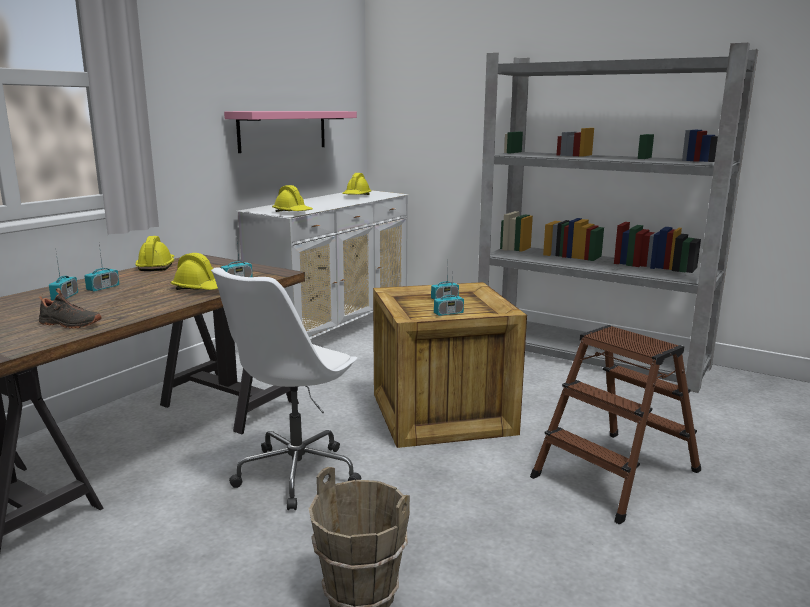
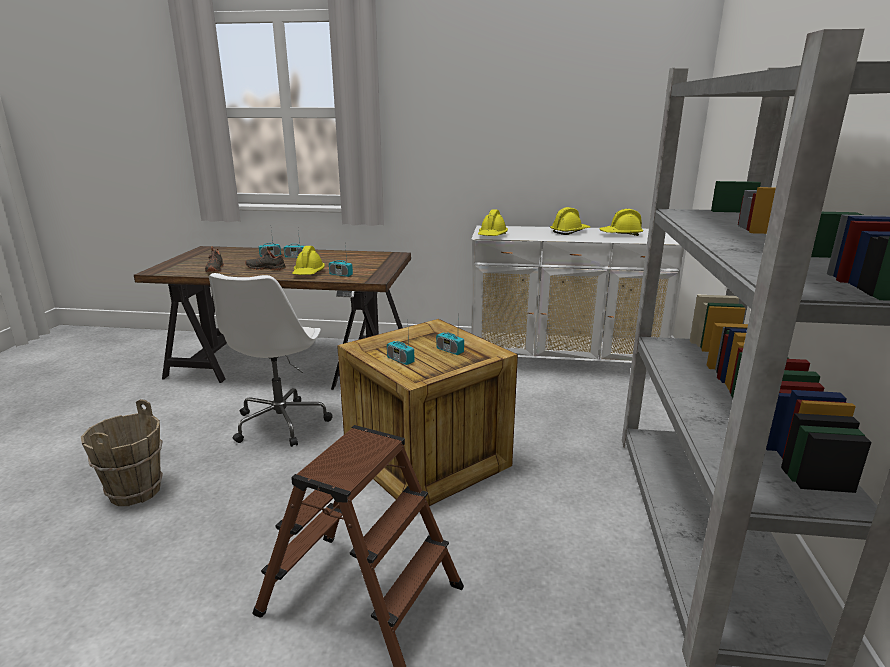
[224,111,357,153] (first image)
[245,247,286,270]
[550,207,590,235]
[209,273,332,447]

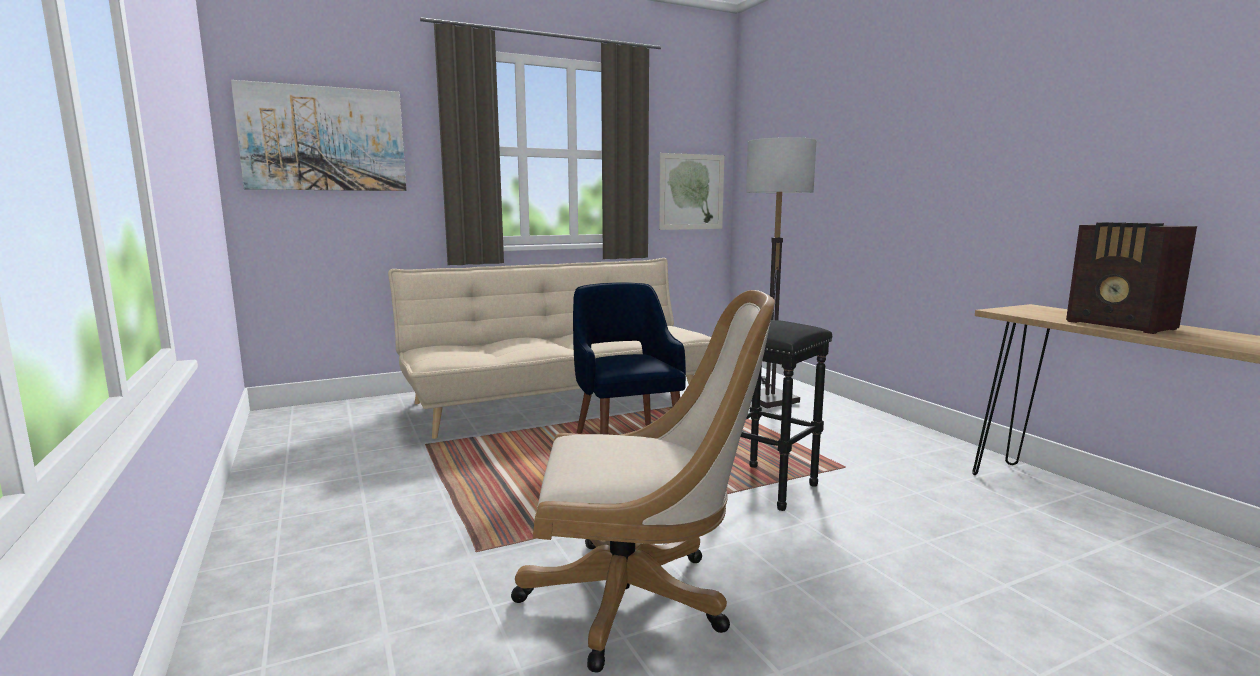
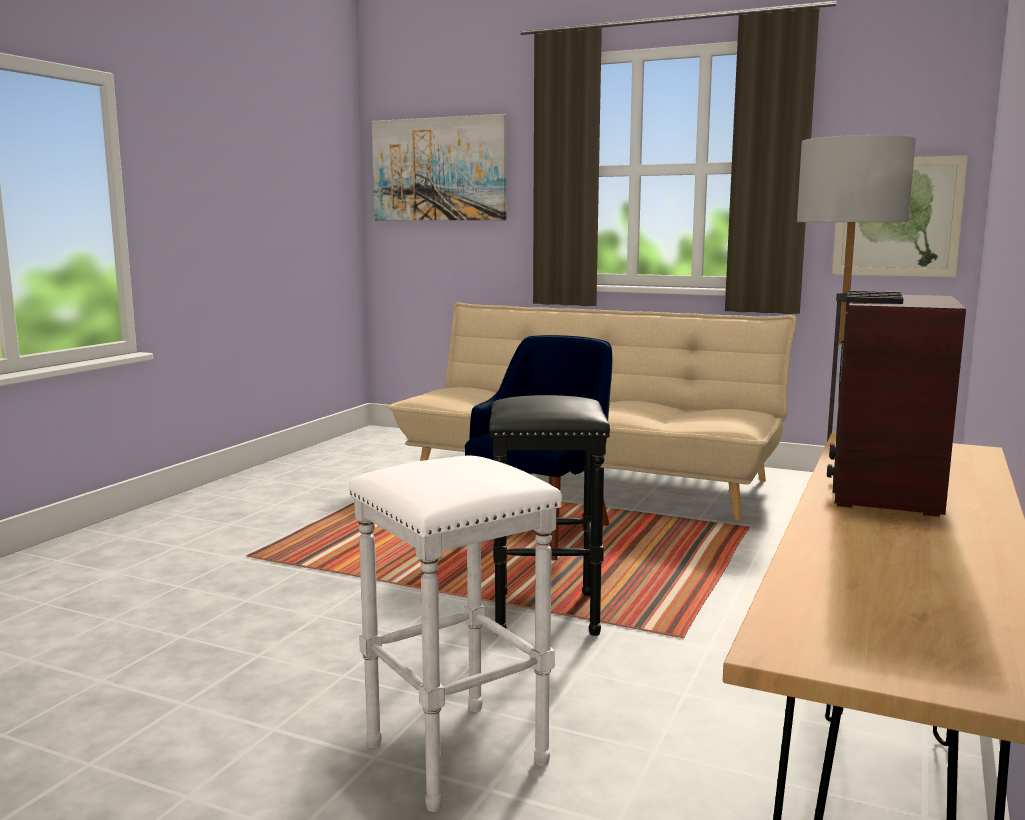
[511,290,775,673] (first image)
[348,456,562,812]

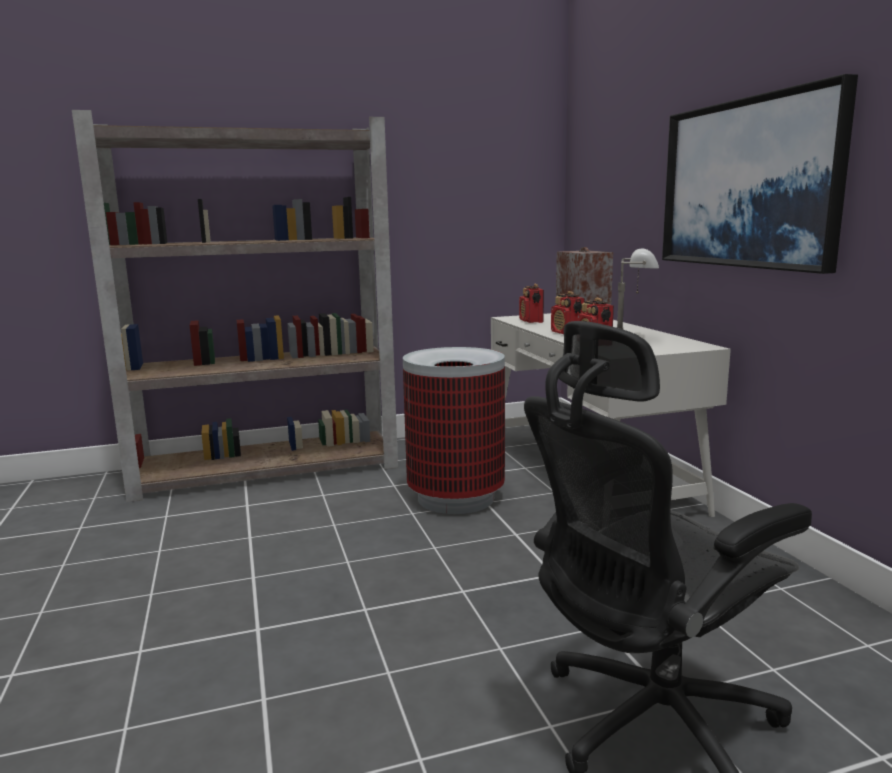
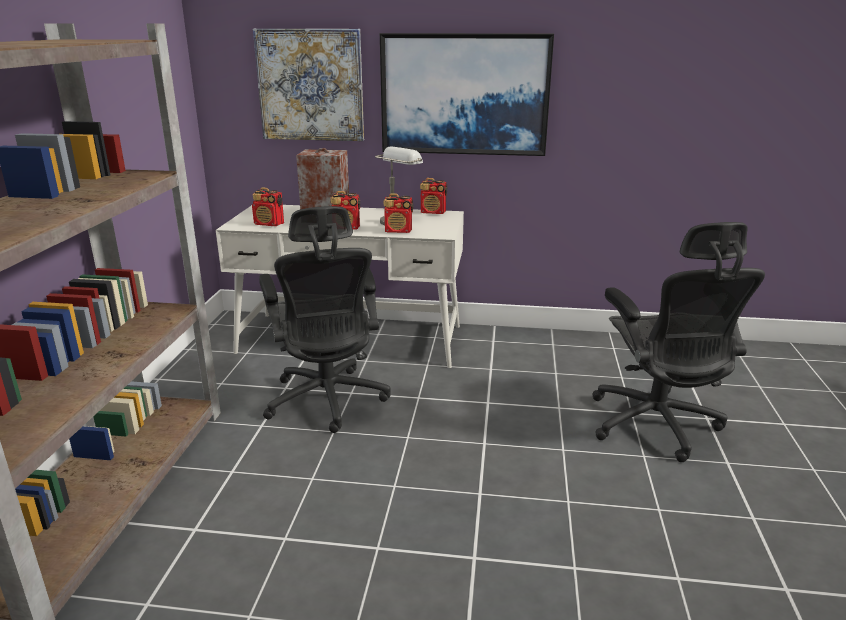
[253,29,364,141]
[420,178,447,214]
[259,206,391,433]

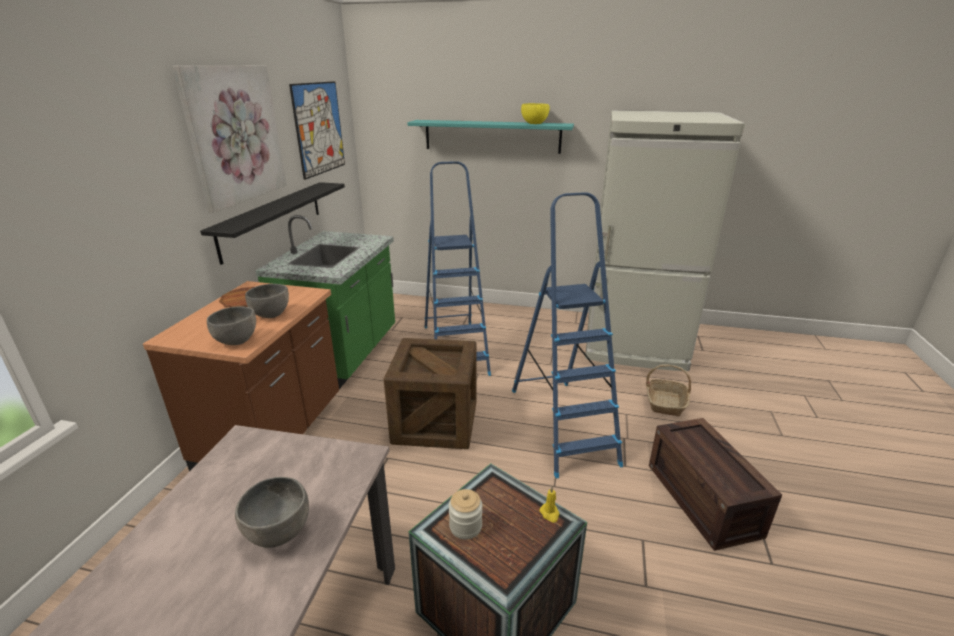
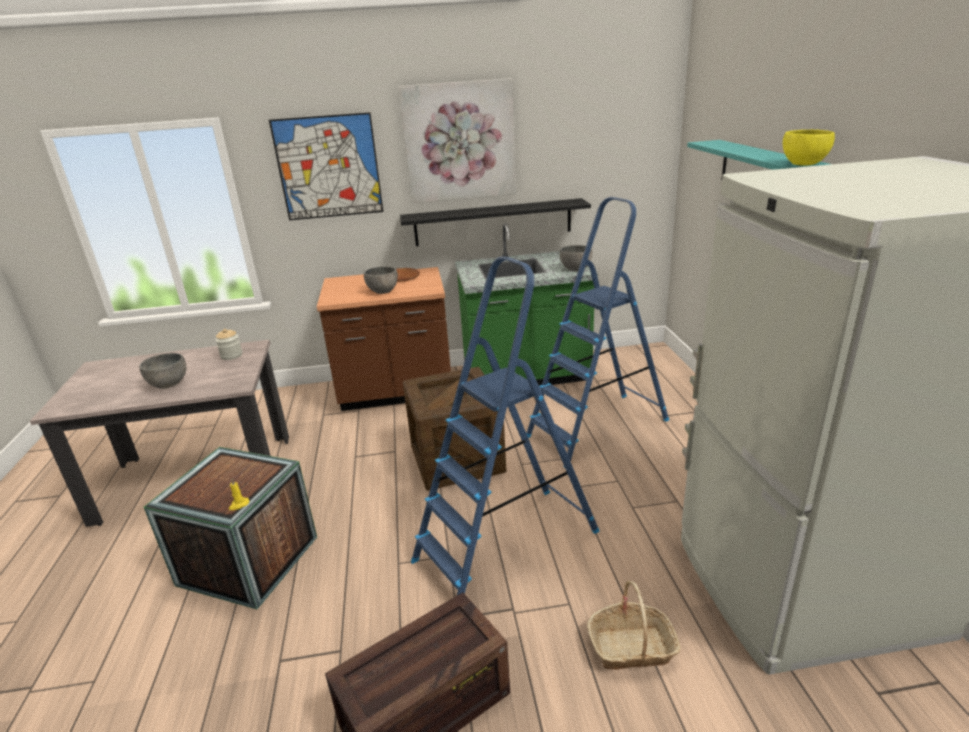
[559,245,592,271]
[269,112,384,220]
[215,329,243,360]

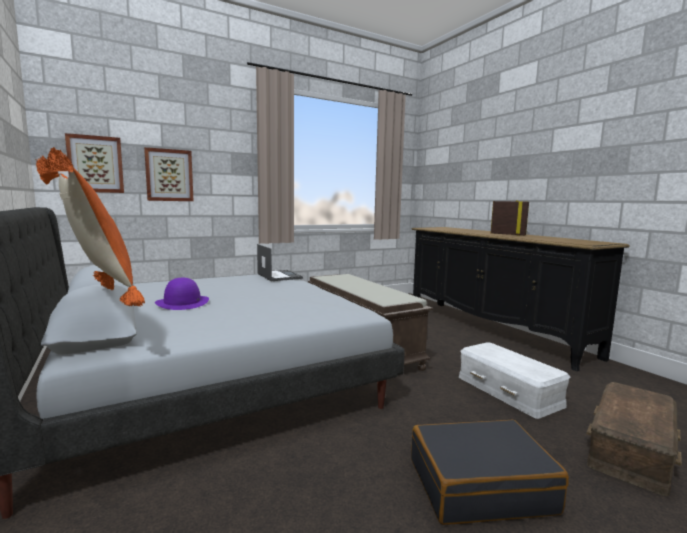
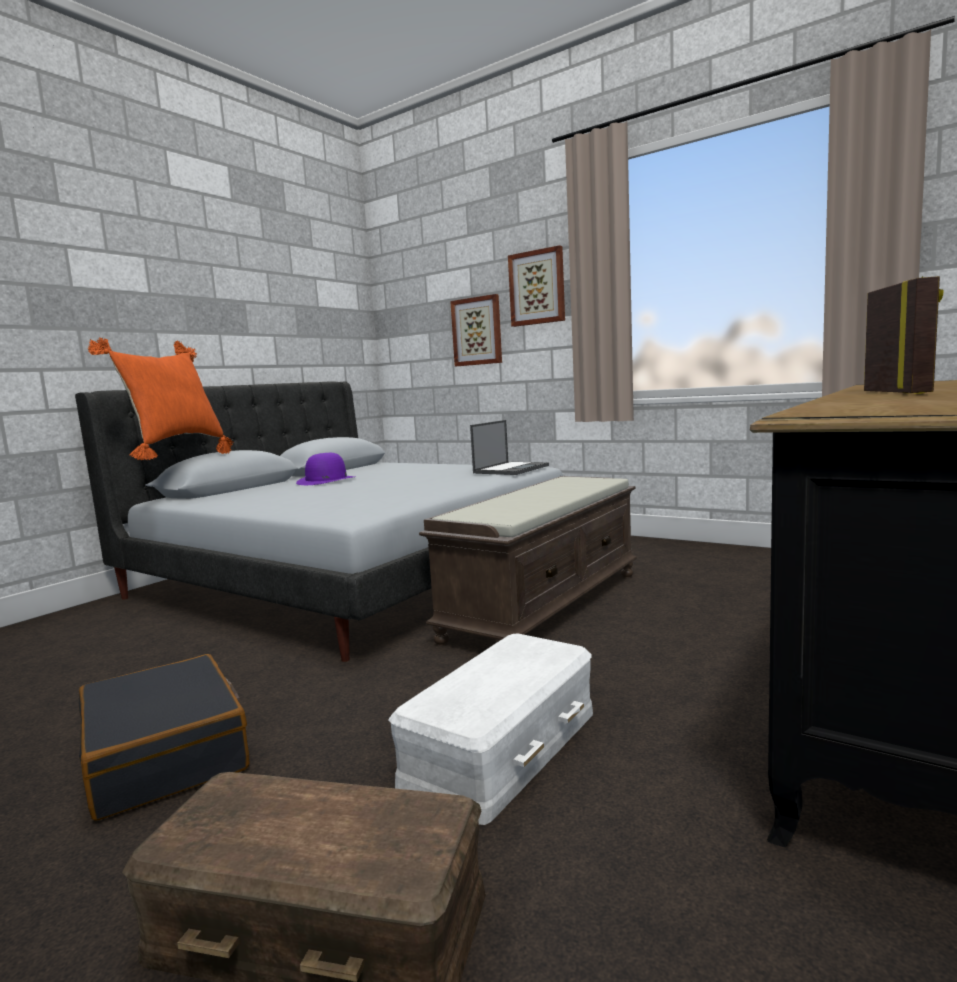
[508,245,565,327]

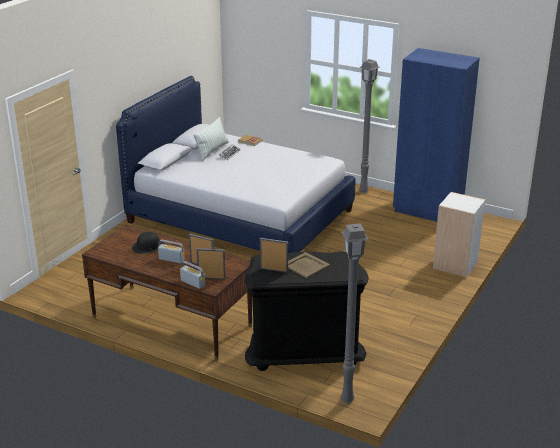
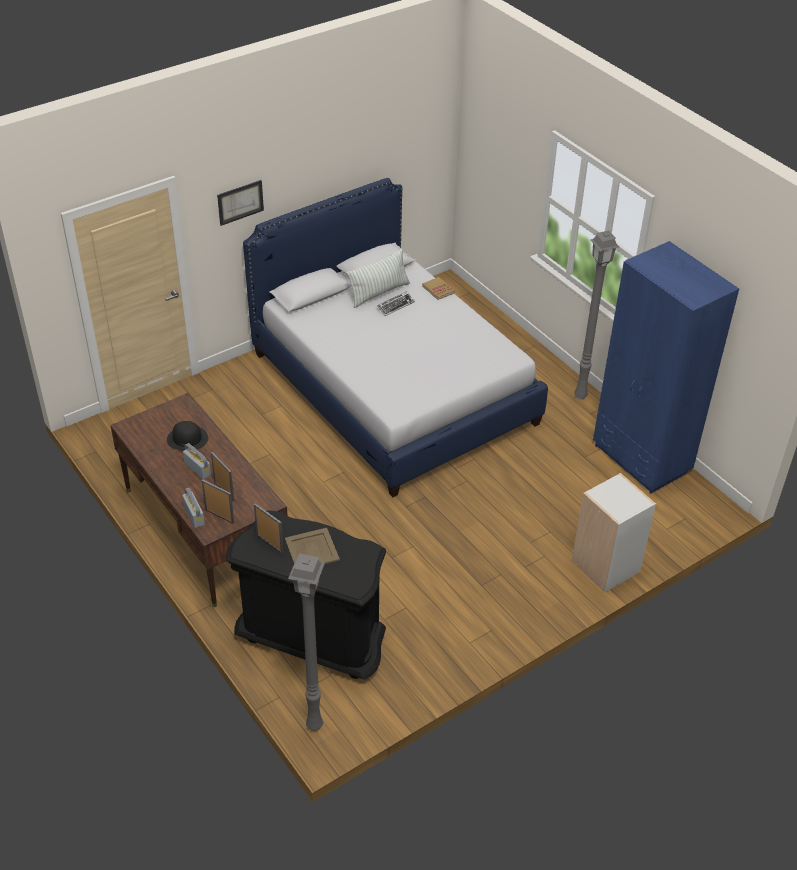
[217,180,264,226]

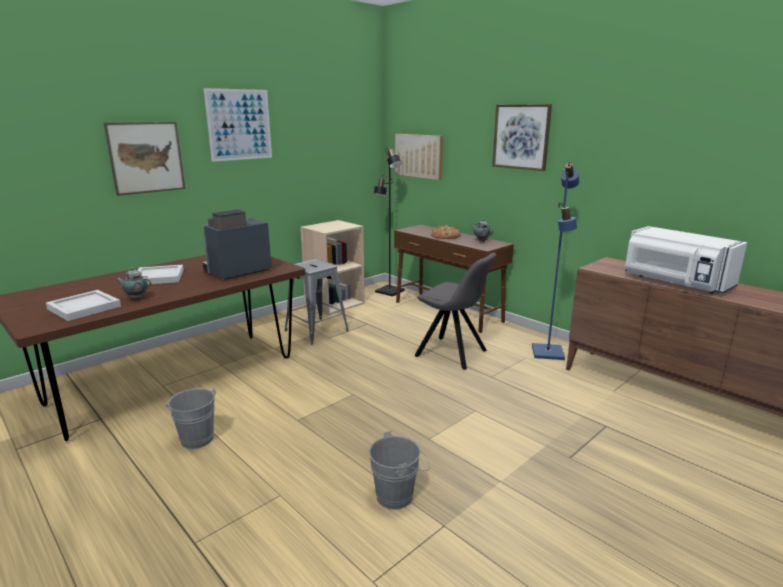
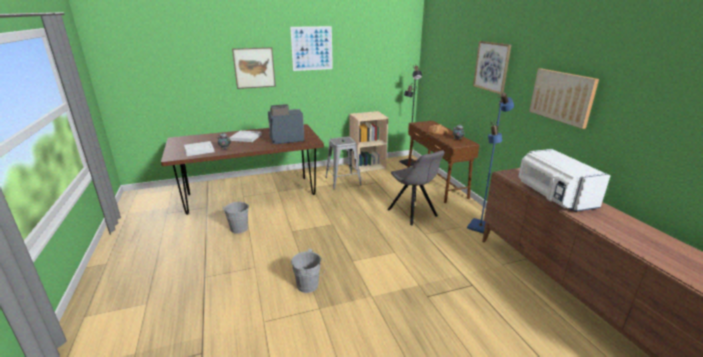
[529,68,599,129]

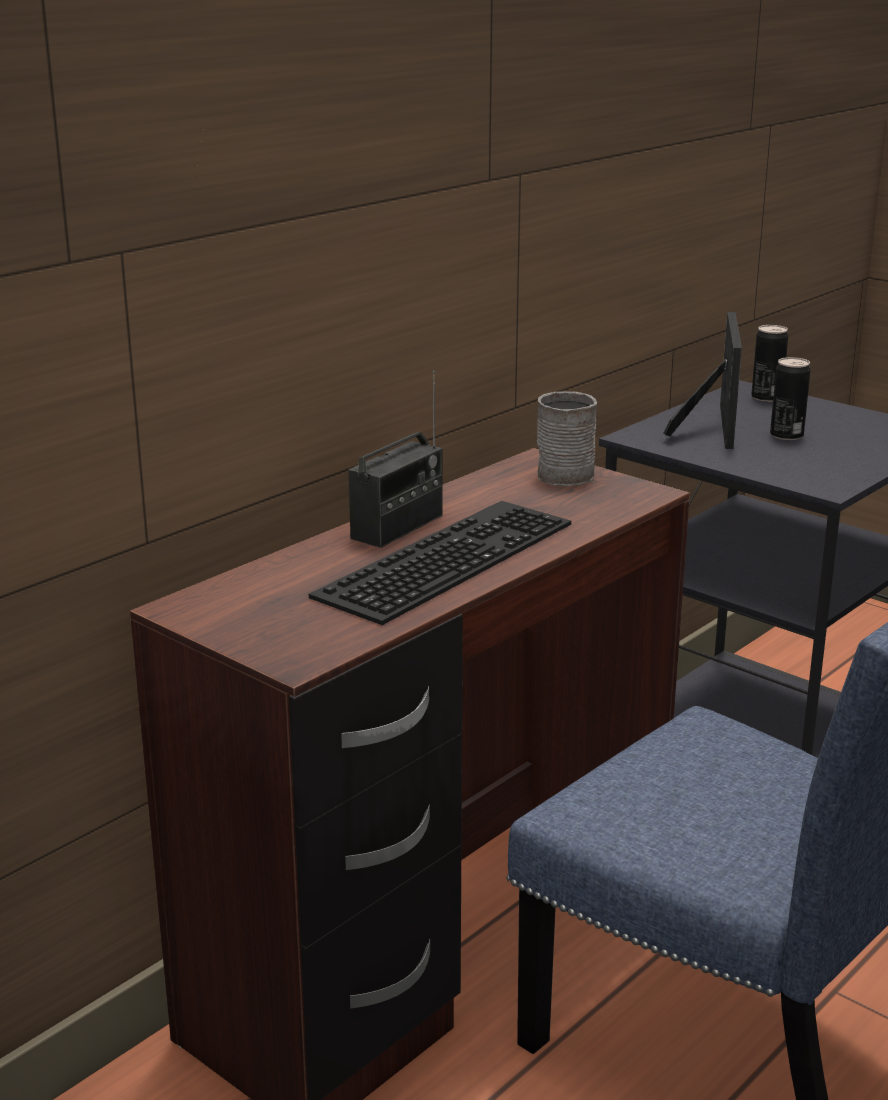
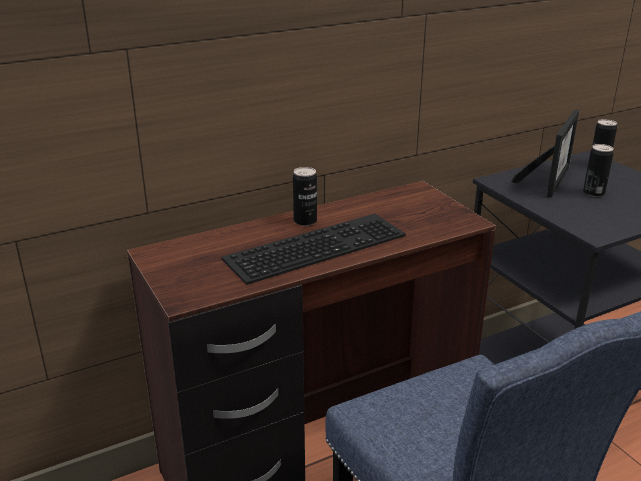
[537,391,597,486] (first image)
[293,167,317,226]

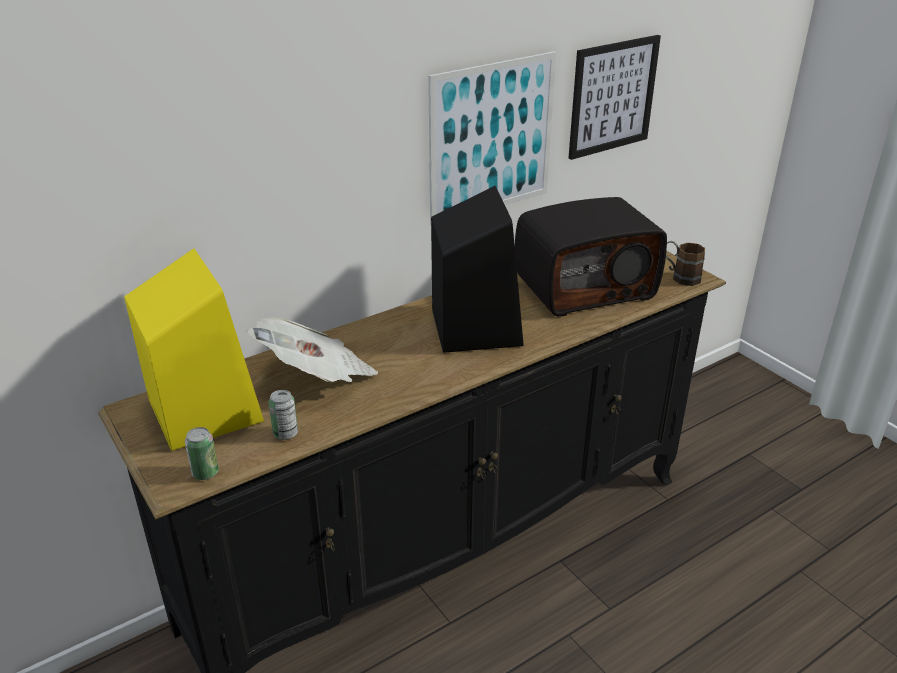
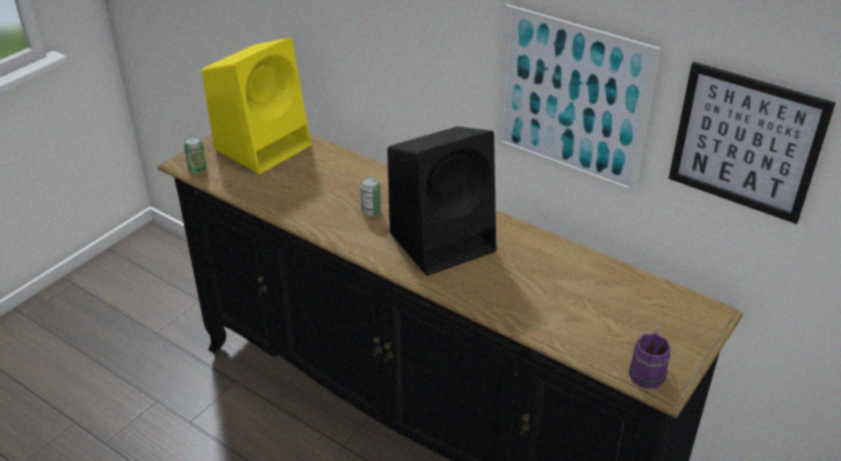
[247,317,378,382] (first image)
[515,197,667,317] (first image)
[360,177,381,216]
[629,323,671,389]

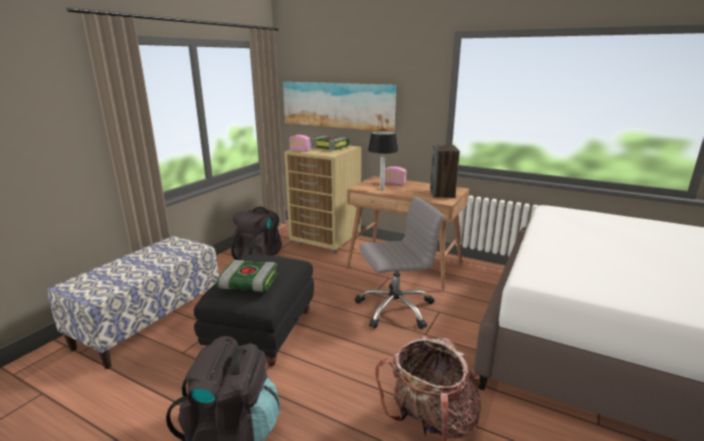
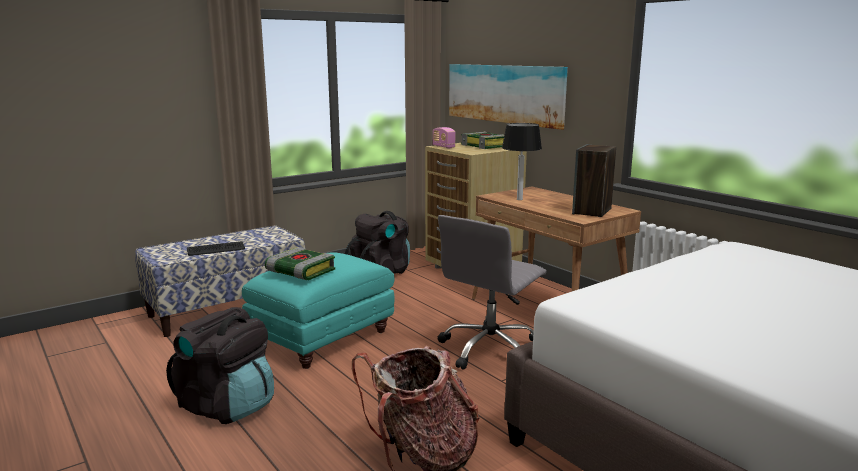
[385,166,407,185] (first image)
[187,241,245,256]
[242,252,395,369]
[437,215,547,370]

